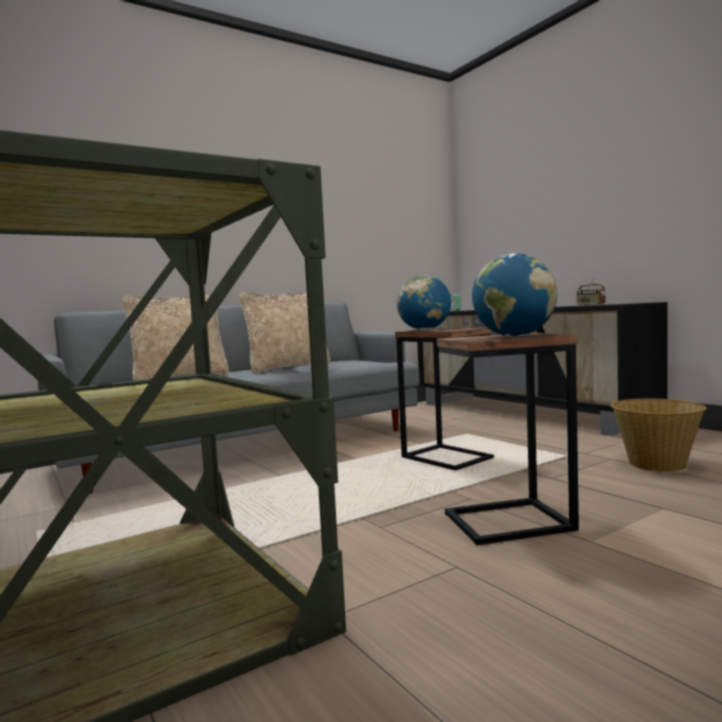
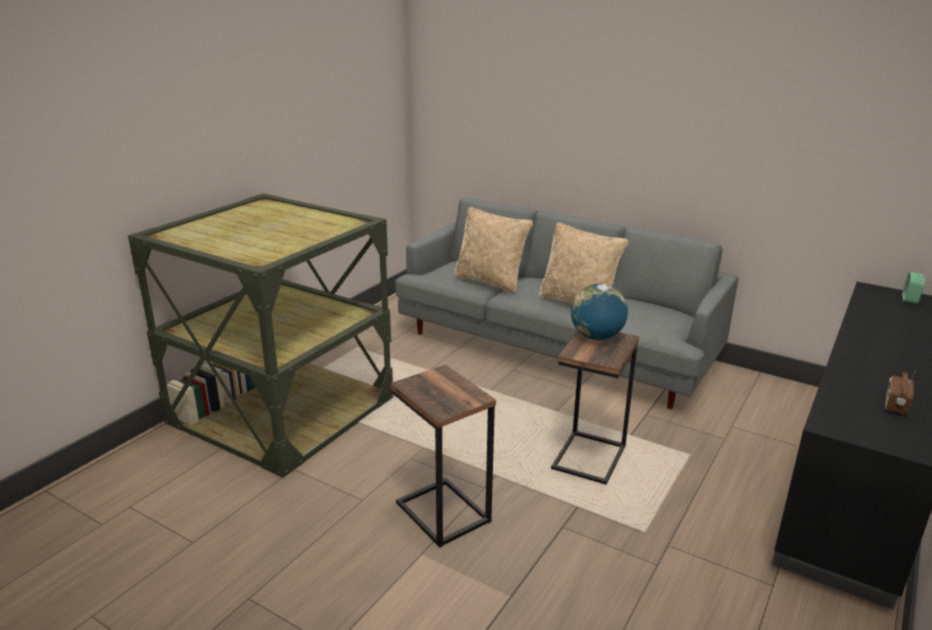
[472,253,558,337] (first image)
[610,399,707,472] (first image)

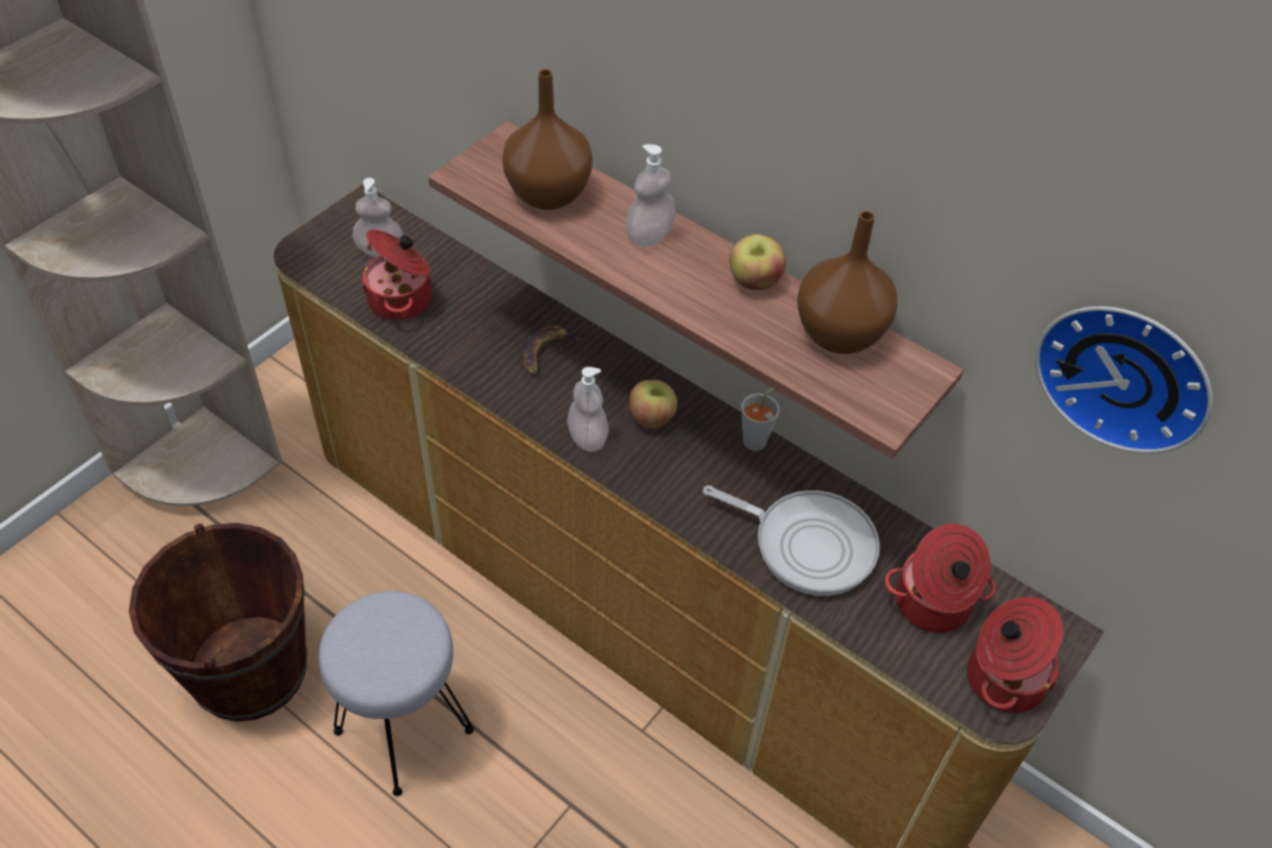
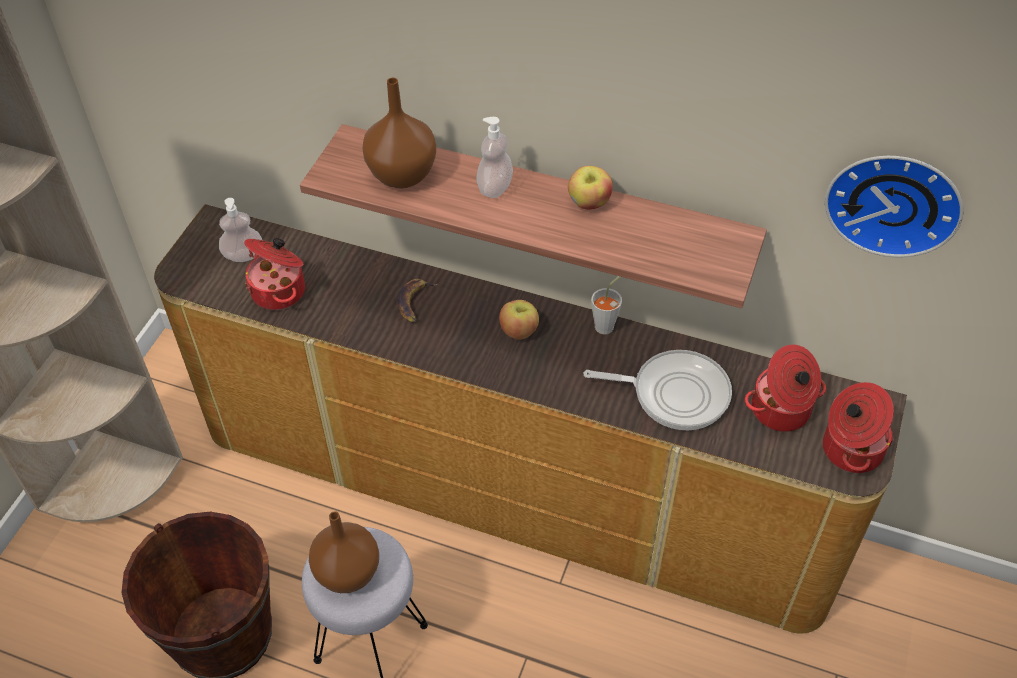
[567,367,609,452] (first image)
[309,511,379,593]

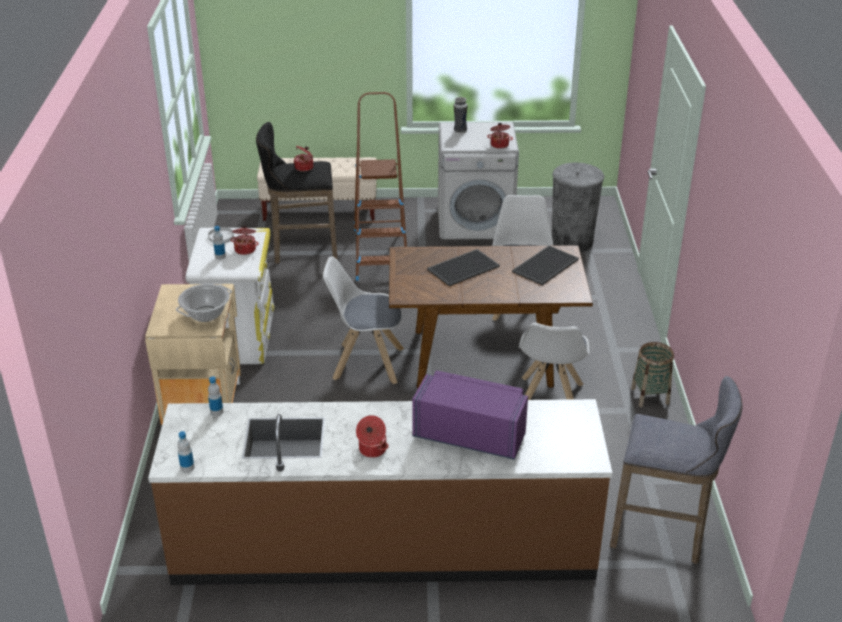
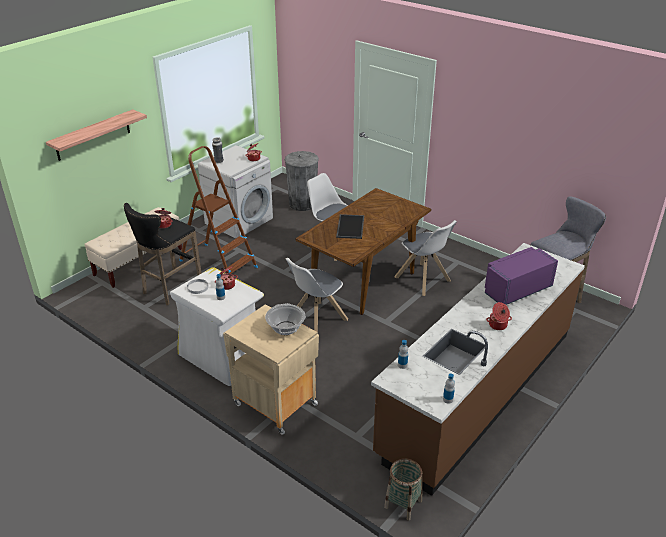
[512,245,579,285] (first image)
[46,109,147,161]
[384,458,422,520]

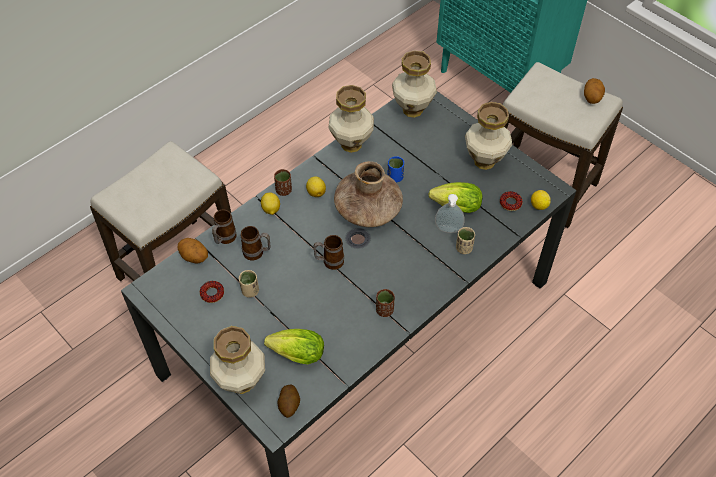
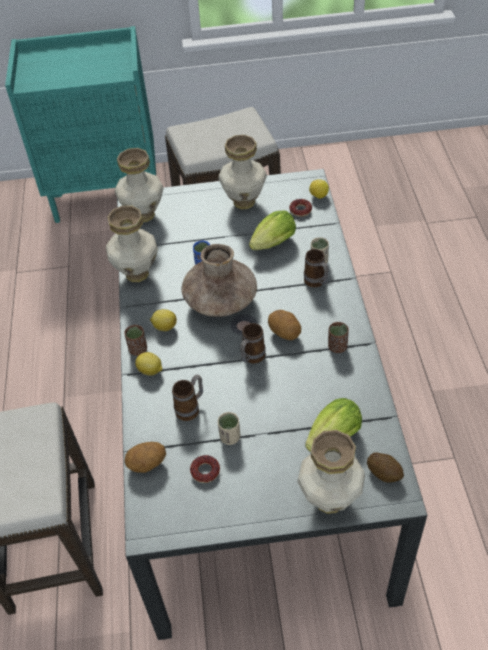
[435,194,465,233] (first image)
[304,249,329,287]
[268,310,301,340]

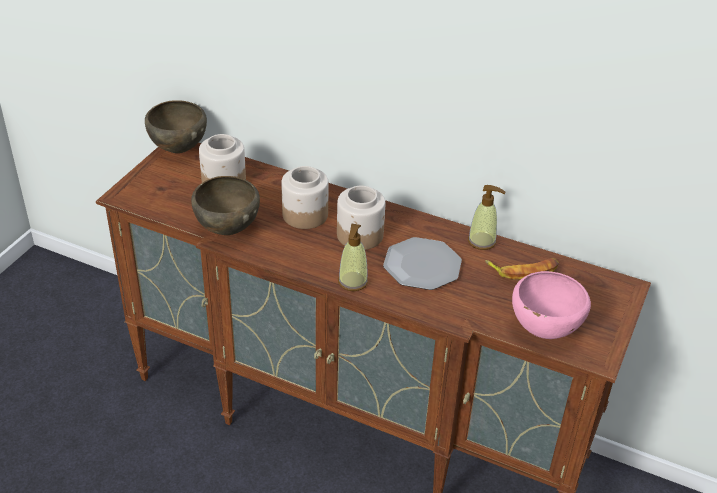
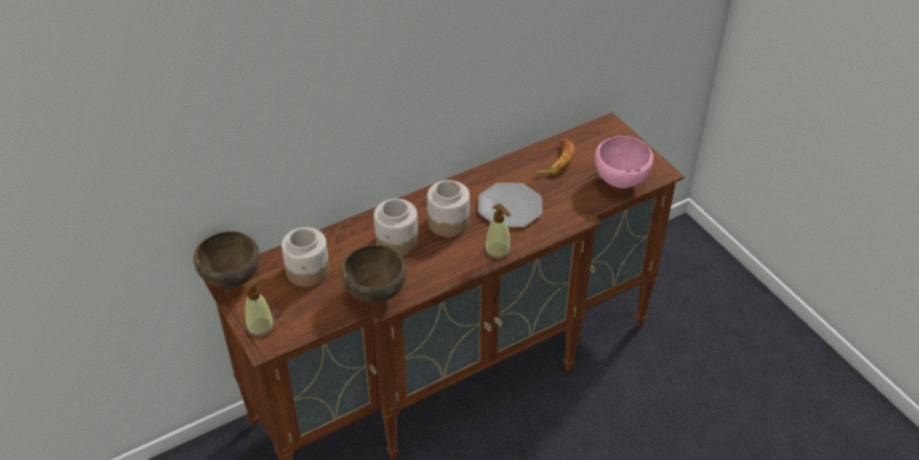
[245,277,275,338]

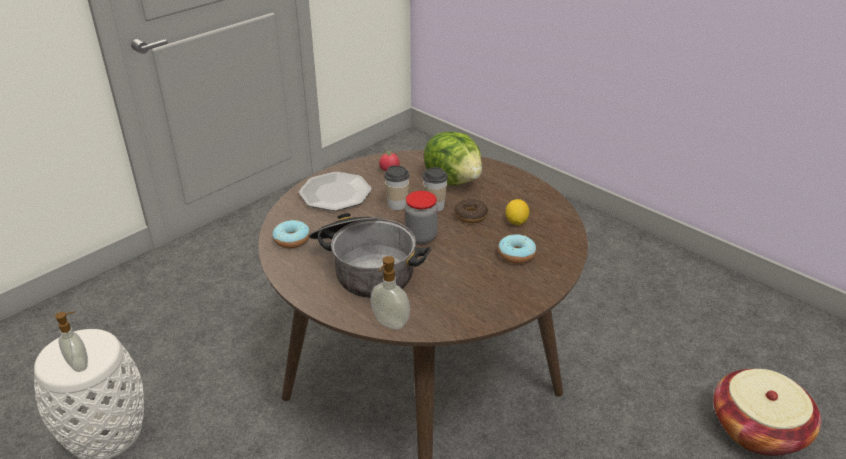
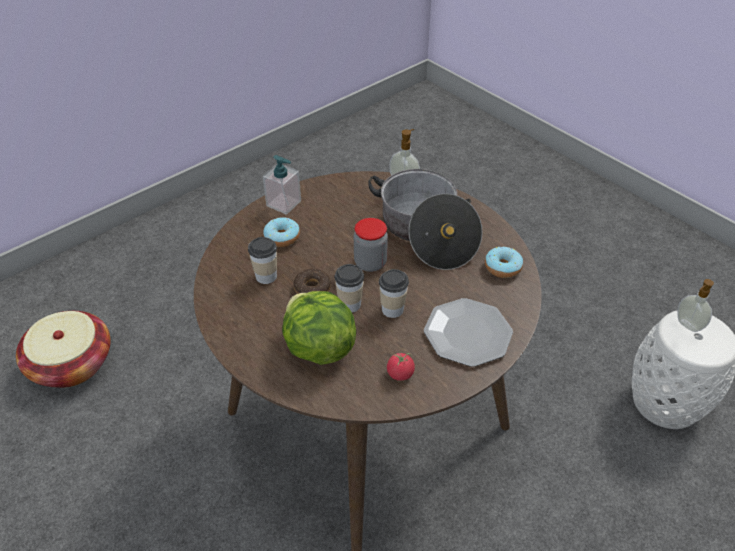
[263,155,301,215]
[248,237,277,284]

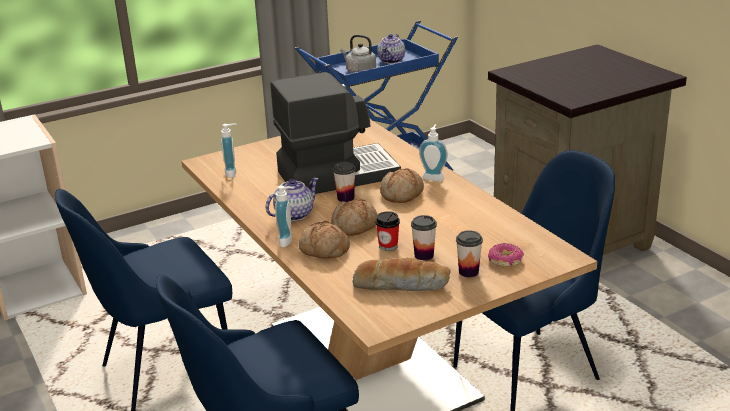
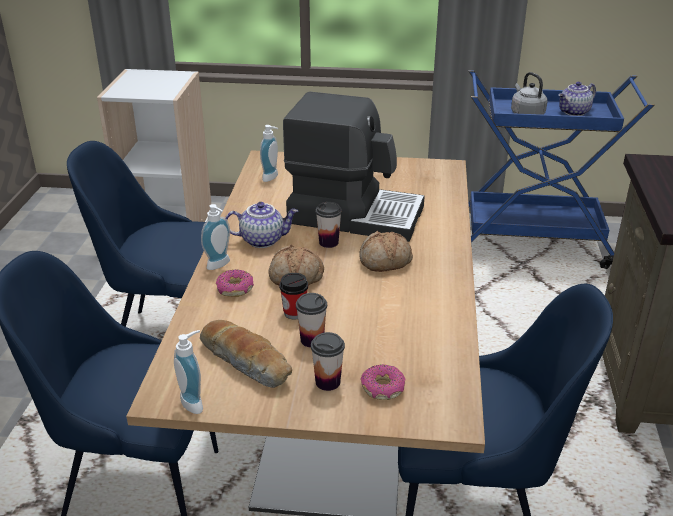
[174,330,203,414]
[216,270,254,297]

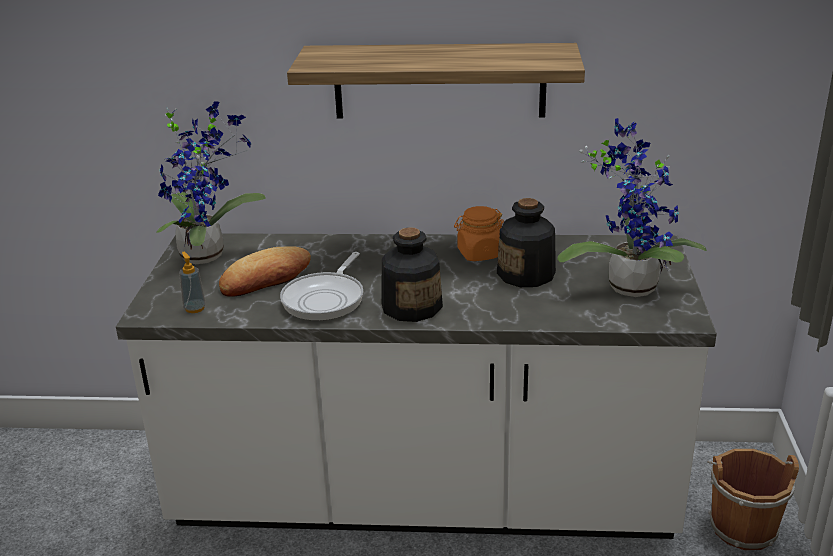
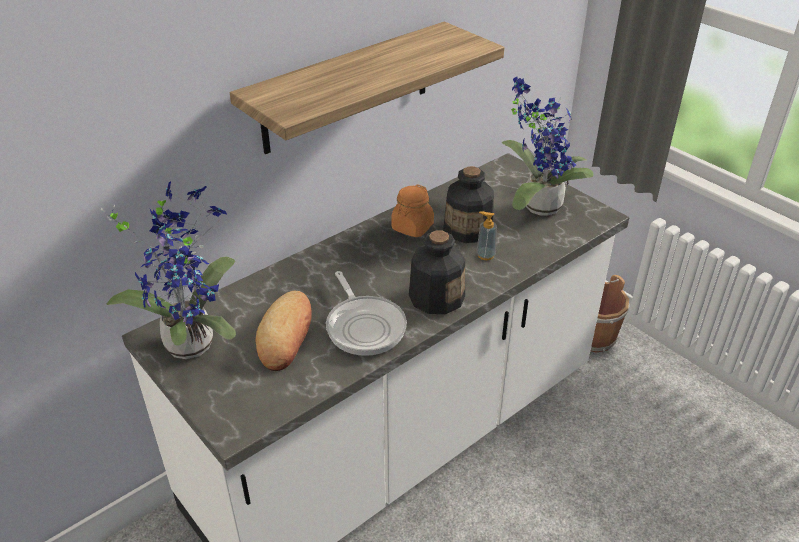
[476,211,497,260]

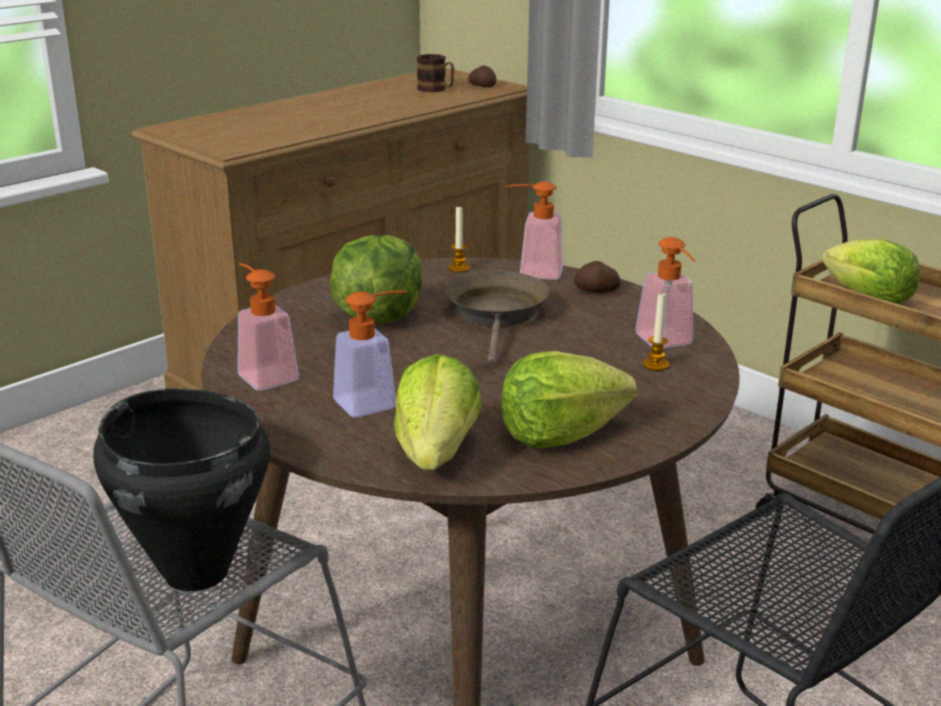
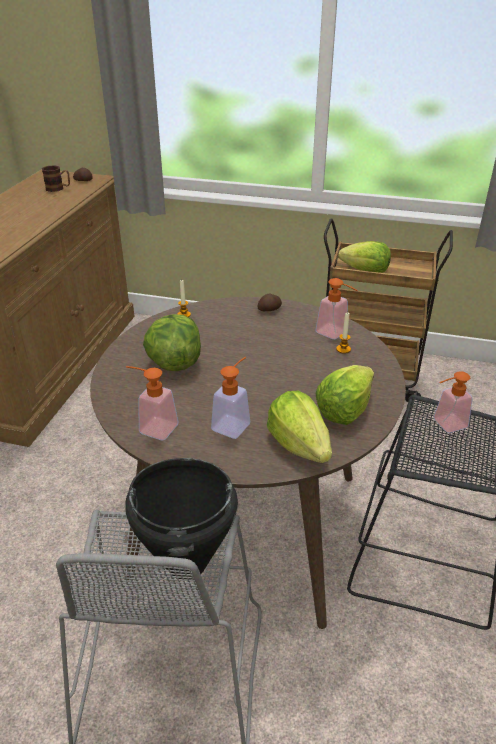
[445,270,549,366] (first image)
[434,371,473,433]

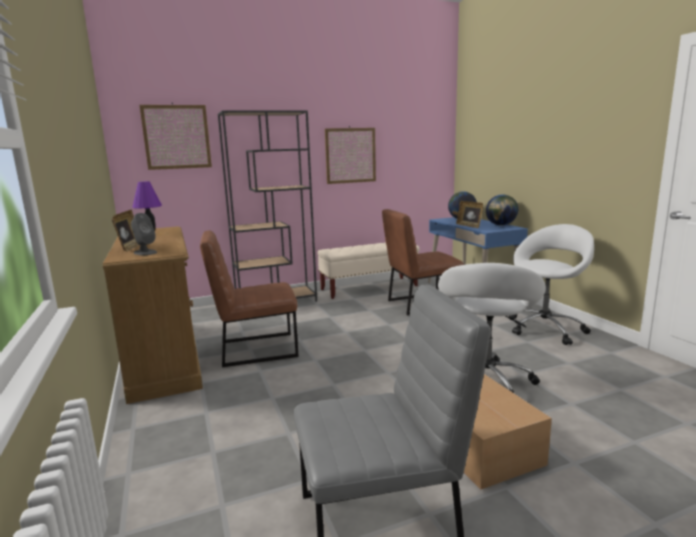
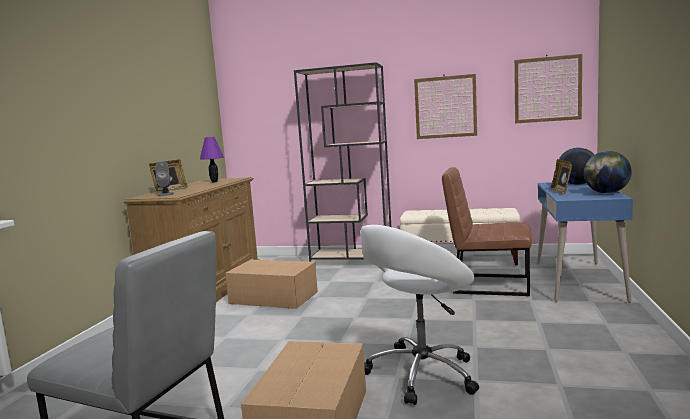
[509,224,594,345] (first image)
[514,54,582,123]
[225,260,318,309]

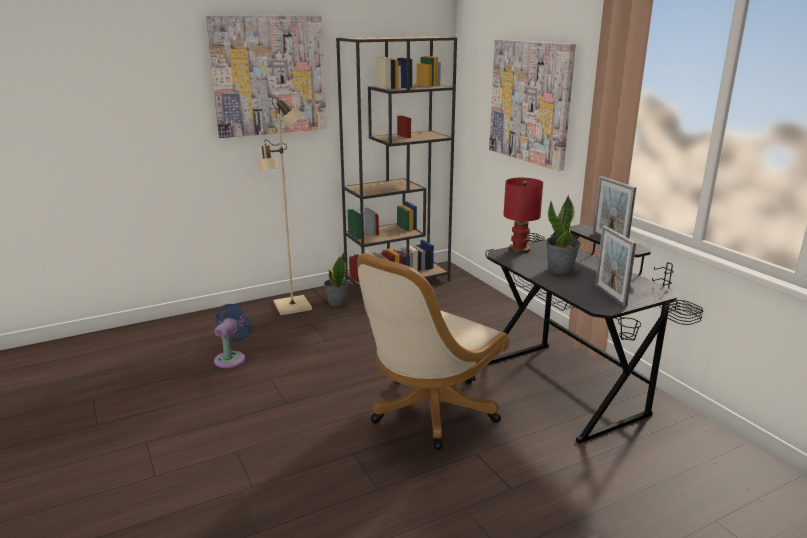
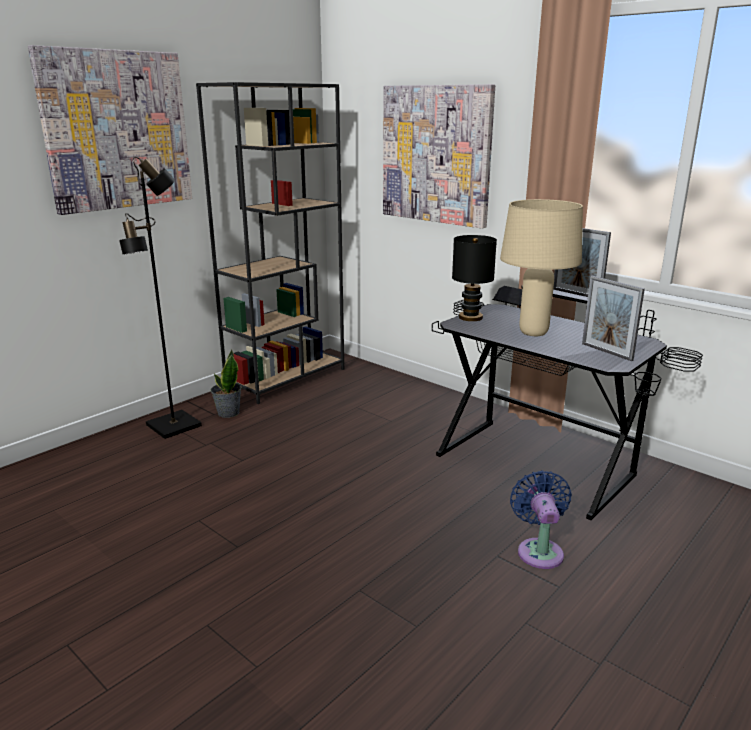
[357,253,508,450] (first image)
[510,470,572,569]
[500,199,583,336]
[119,156,202,439]
[452,235,497,321]

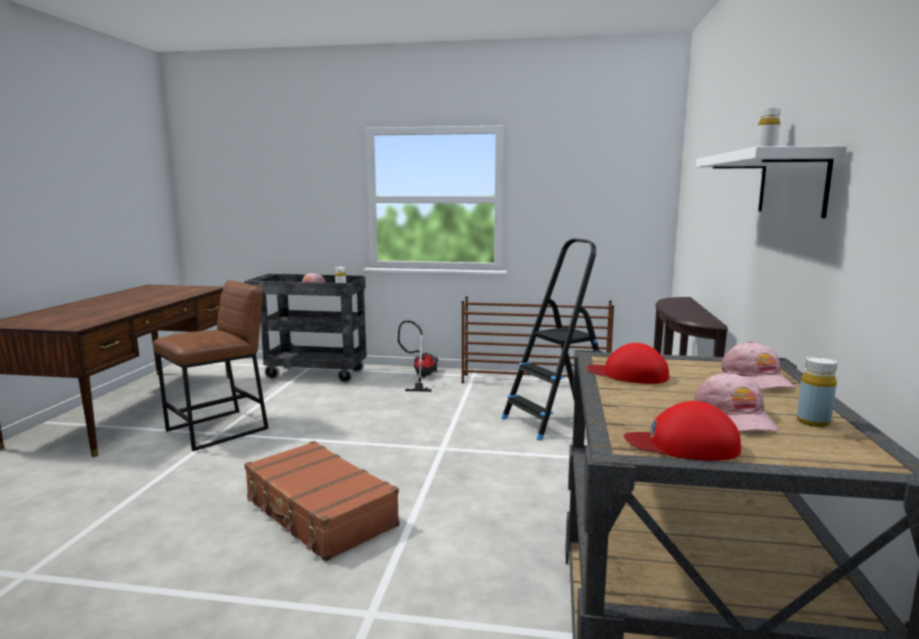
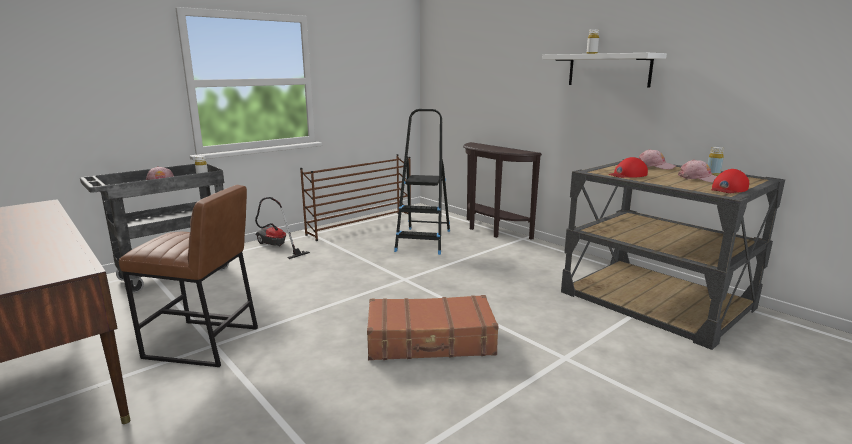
[119,185,258,367]

